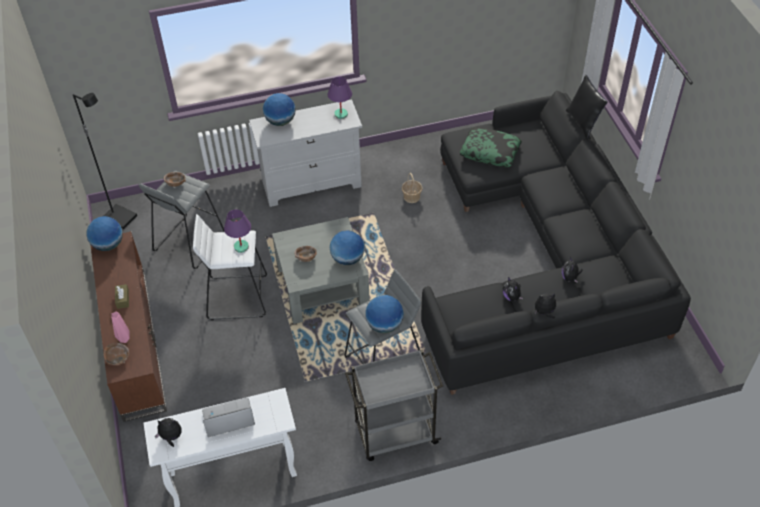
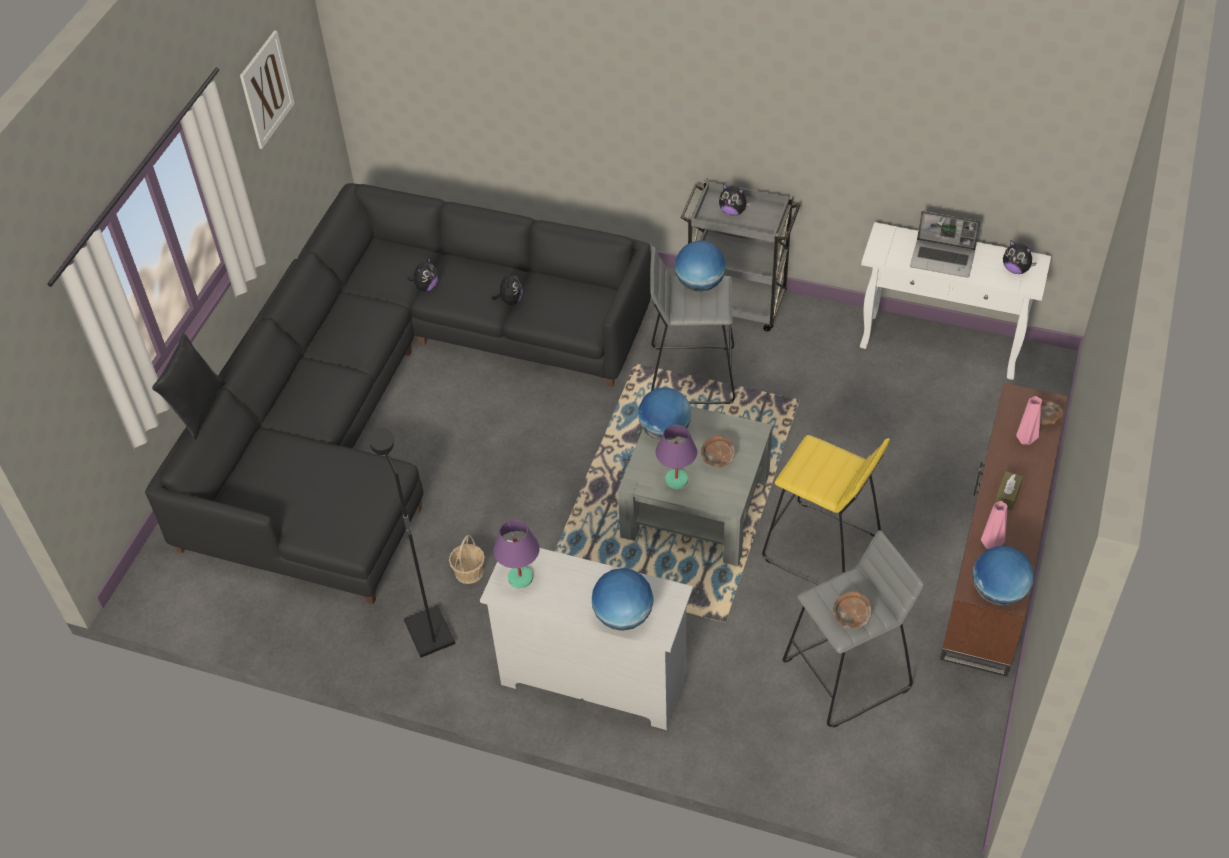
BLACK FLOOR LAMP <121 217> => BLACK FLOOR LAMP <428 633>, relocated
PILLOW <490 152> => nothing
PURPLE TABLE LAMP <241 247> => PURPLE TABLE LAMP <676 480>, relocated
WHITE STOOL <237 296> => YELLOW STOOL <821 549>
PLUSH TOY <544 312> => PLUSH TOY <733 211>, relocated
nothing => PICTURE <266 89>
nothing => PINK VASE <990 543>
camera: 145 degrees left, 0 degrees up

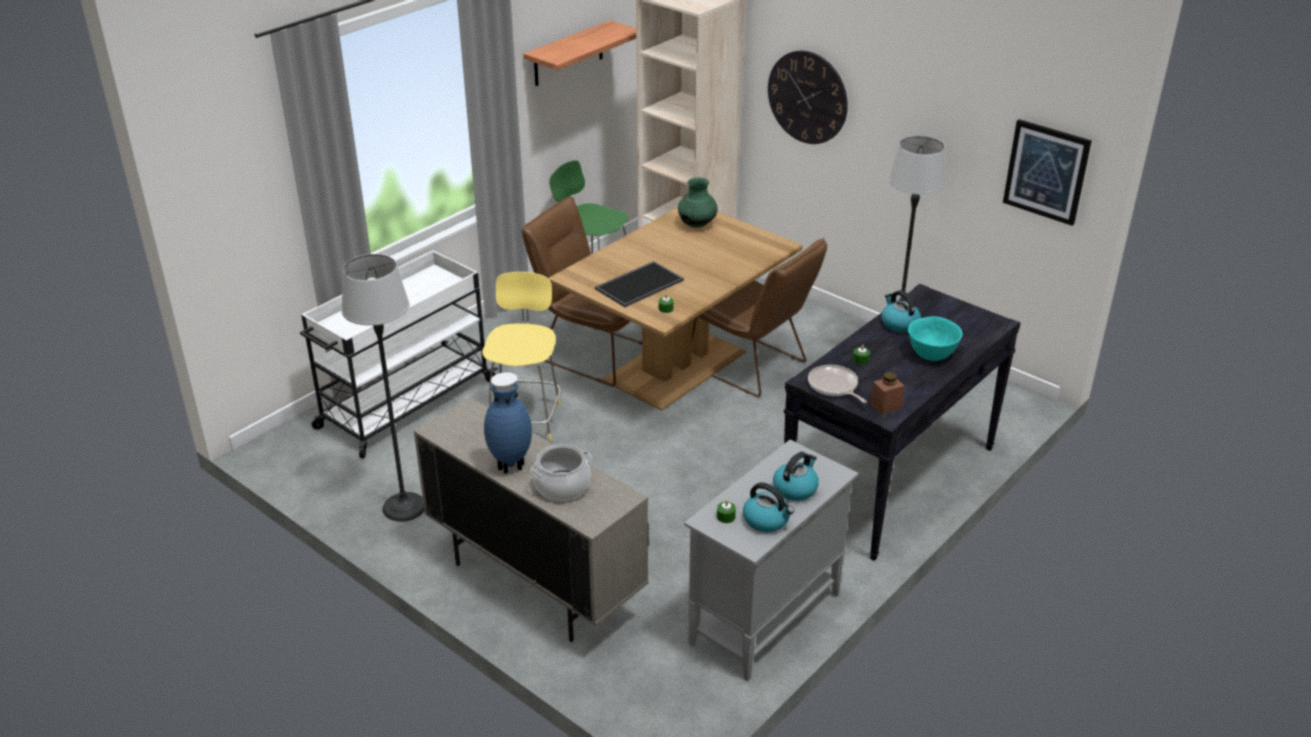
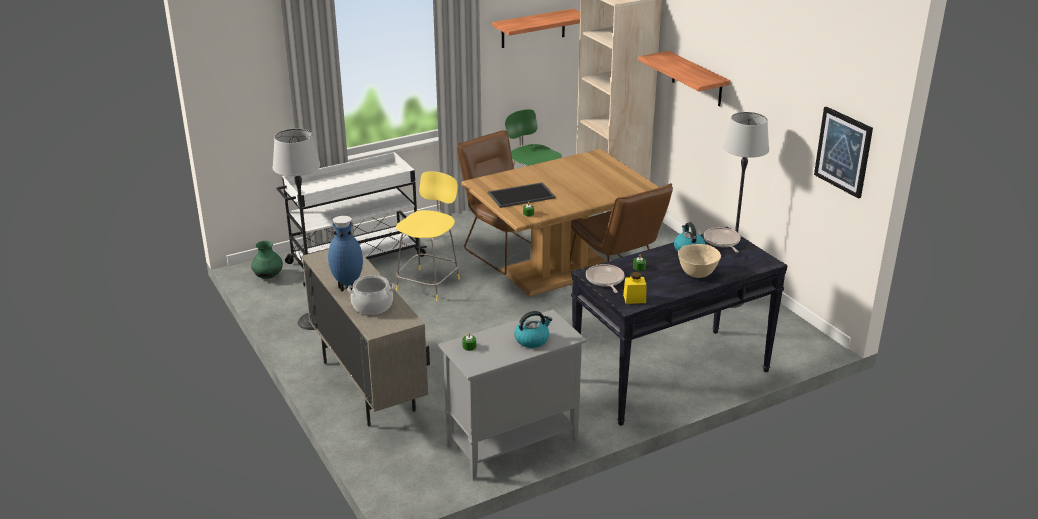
WALL CLOCK <807 97> => SHELF <697 79>
GREEN VASE <697 225> => GREEN VASE <268 276>, relocated
TURQUOISE BOWL <931 354> => BEIGE BOWL <697 273>
BROWN JAR <886 405> => YELLOW JAR <634 299>
KETTLE <767 520> => nothing
nothing => FRYING PAN <722 242>
camera: 20 degrees right, 5 degrees down

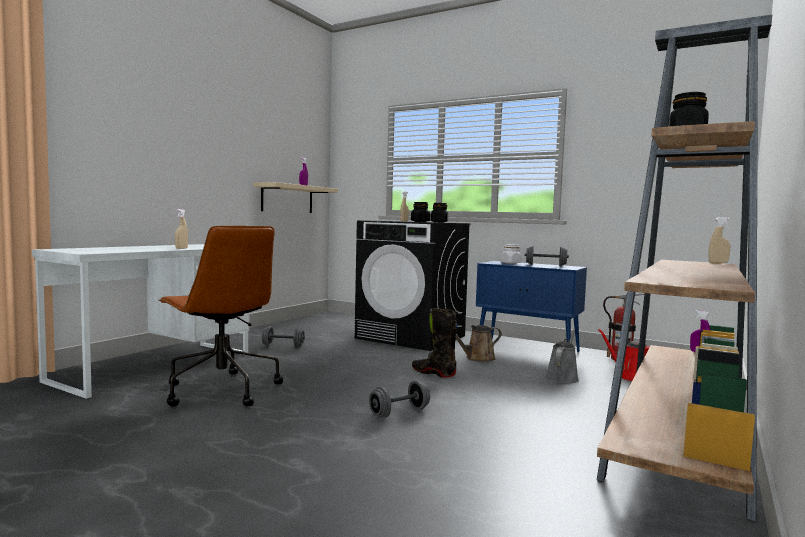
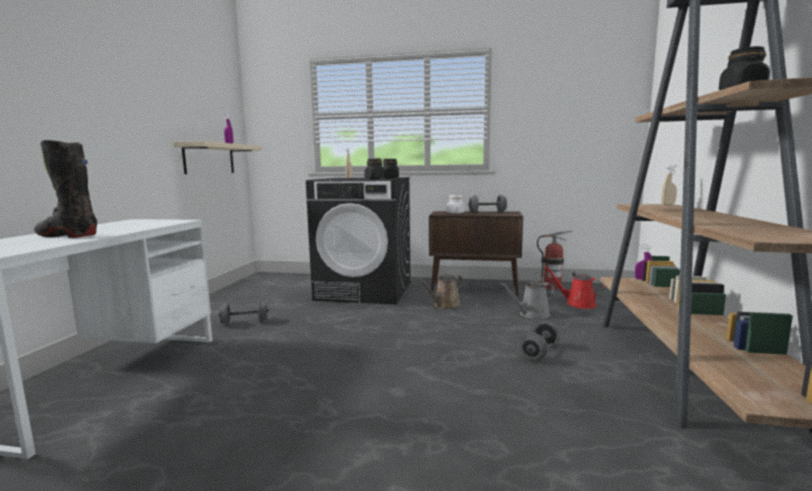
BEIGE SPRAY BOTTLE <181 248> => nothing
BROWN OFFICE CHAIR <221 390> => nothing
BLUE CABINET <528 349> => BROWN CABINET <475 288>
BLACK BOOT <433 373> => BLACK BOOT <67 236>, relocated
GREY WATERING CAN <562 377> => GREY WATERING CAN <531 314>, 120 degrees counterclockwise
GREY DUMBBELL <399 412> => GREY DUMBBELL <539 352>, relocated
camera: 20 degrees left, 5 degrees up

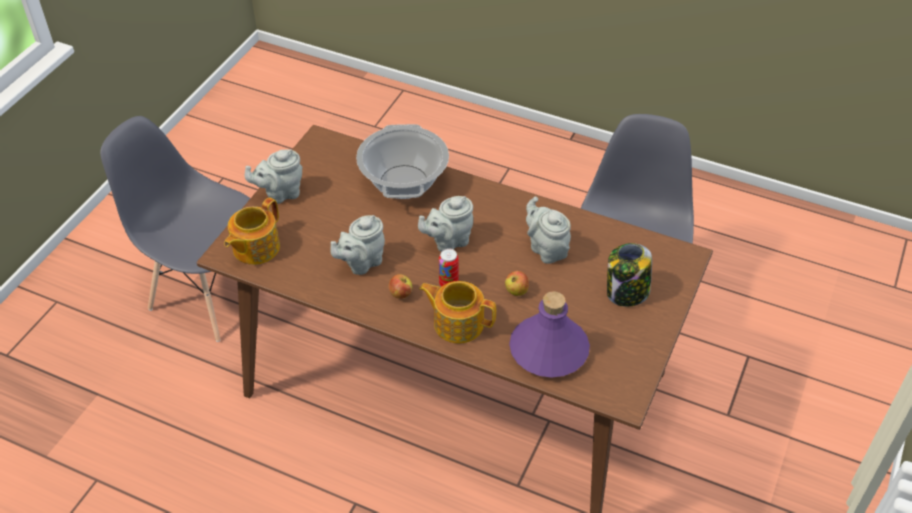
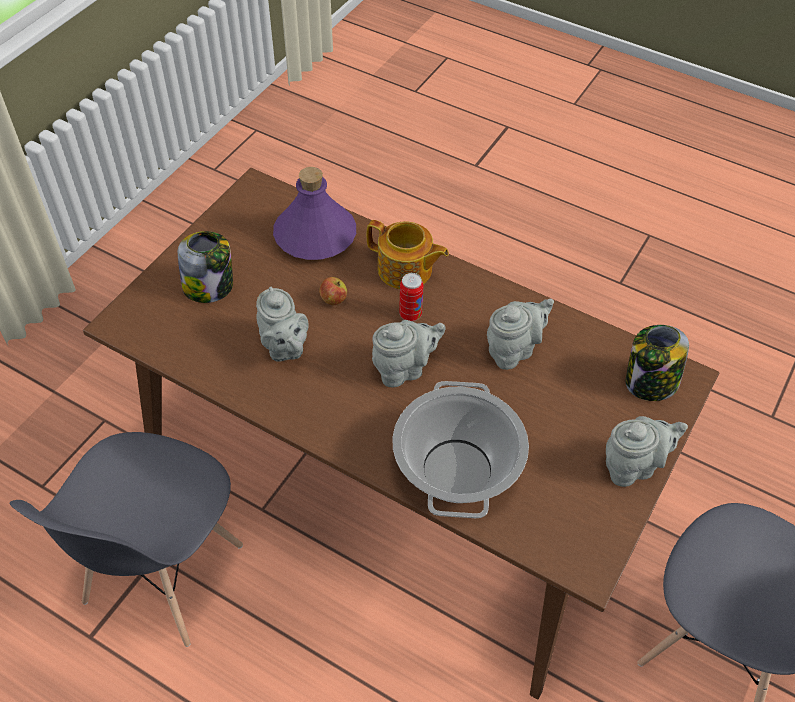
TEAPOT <255 248> => JAR <650 383>
APPLE <400 294> => nothing
camera: 175 degrees left, 5 degrees up

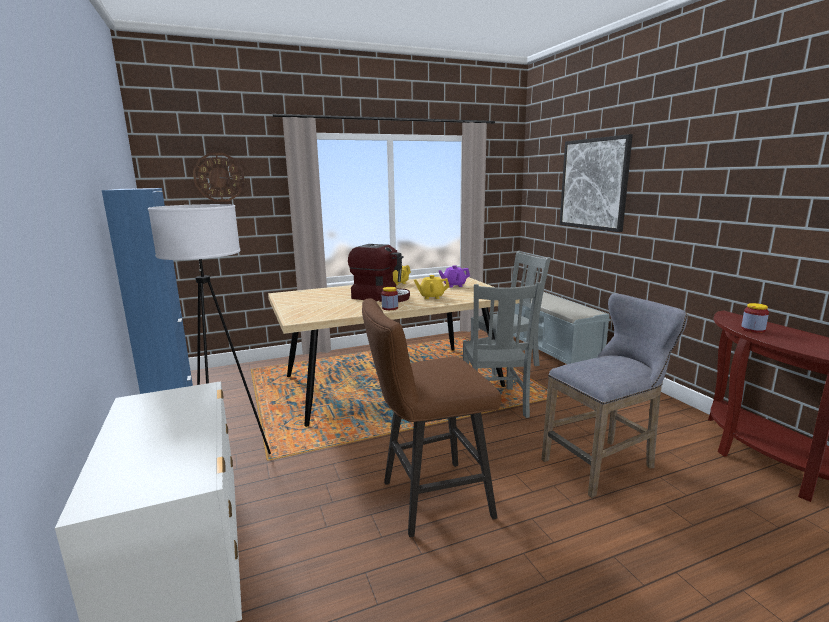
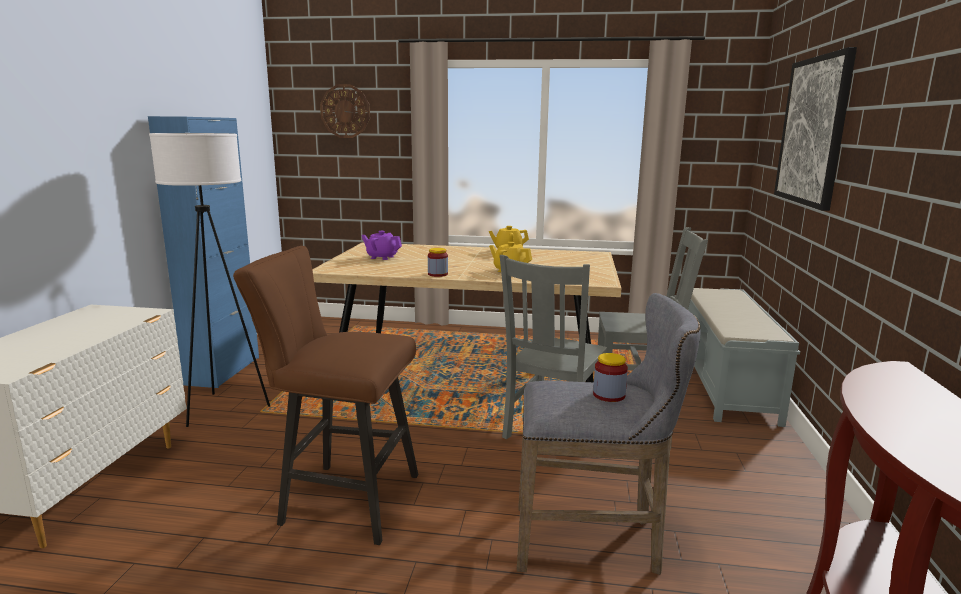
COFFEE MACHINE <381 297> => nothing
PURPLE TEAPOT <454 285> => PURPLE TEAPOT <382 257>, relocated
JAR <753 329> => JAR <609 395>, relocated
camera: 30 degrees right, 0 degrees up

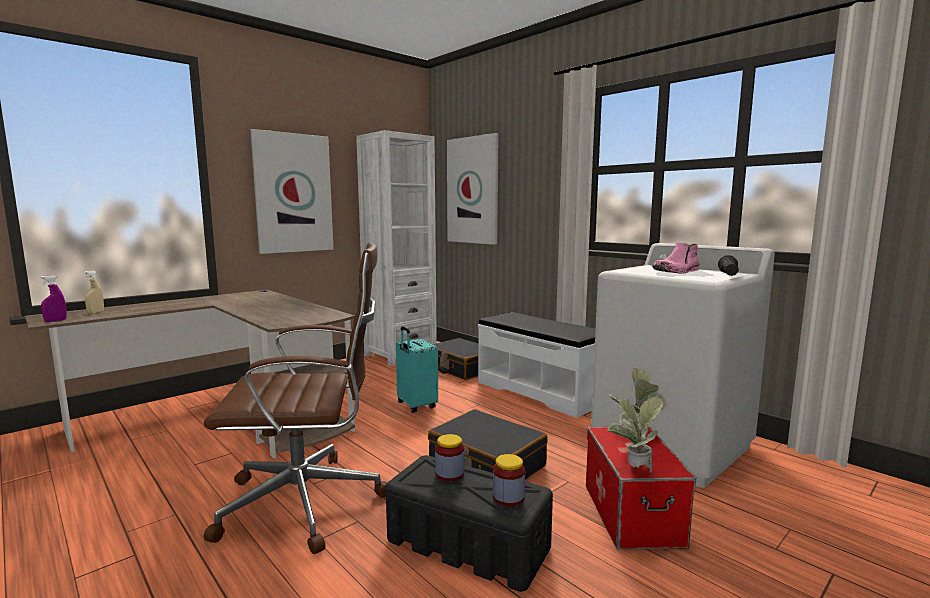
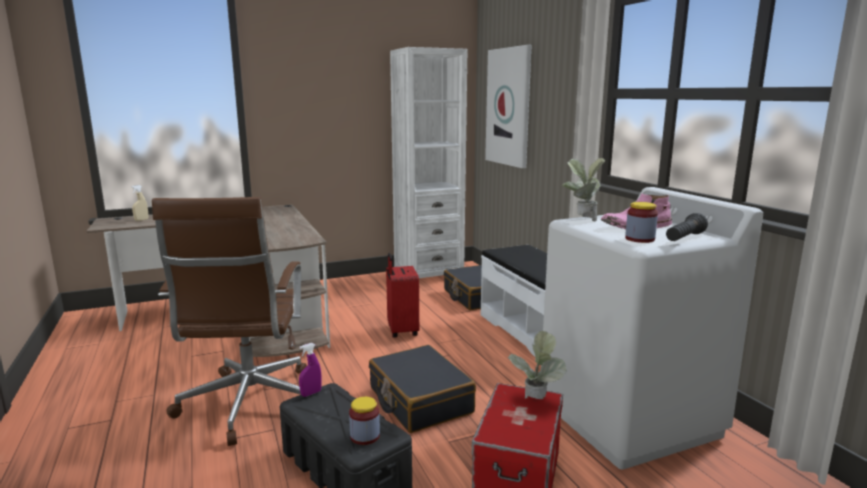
PICTURE <293 193> => nothing
BROWN OFFICE CHAIR <307 502> => BROWN OFFICE CHAIR <249 405>, 75 degrees clockwise
PURPLE SPRAY BOTTLE <55 321> => PURPLE SPRAY BOTTLE <311 393>, relocated
TURQUOISE SUITCASE <415 406> => RED SUITCASE <401 331>
POTTED PLANT <633 470> => POTTED PLANT <581 219>, relocated
JAR <449 474> => JAR <639 239>, relocated
camera: 20 degrees right, 5 degrees up

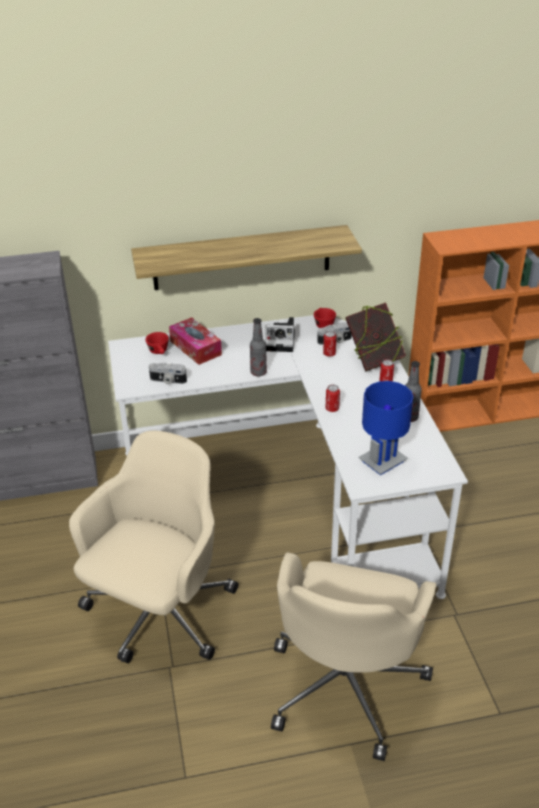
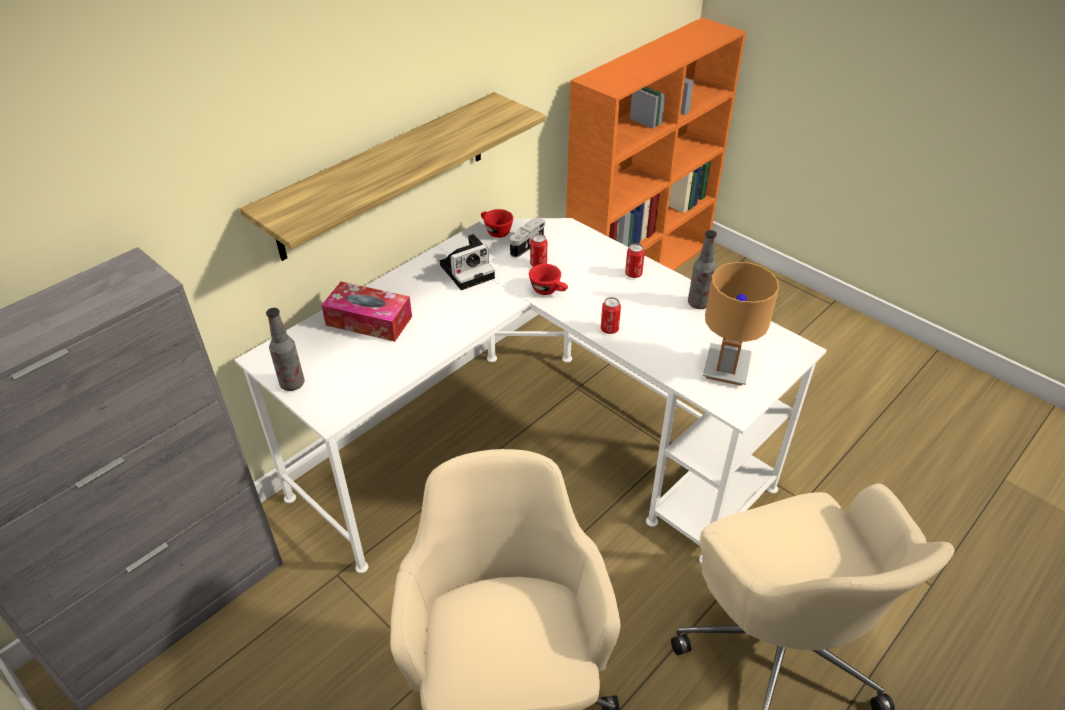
BOOK <373 360> => nothing
BOTTLE <258 372> => BOTTLE <292 384>, relocated
RED CUP <159 352> => RED CUP <549 290>, relocated
PHOTO CAMERA <167 381> => nothing
BLUE TABLE LAMP <383 461> => BROWN TABLE LAMP <727 368>
camera: 35 degrees left, 5 degrees up

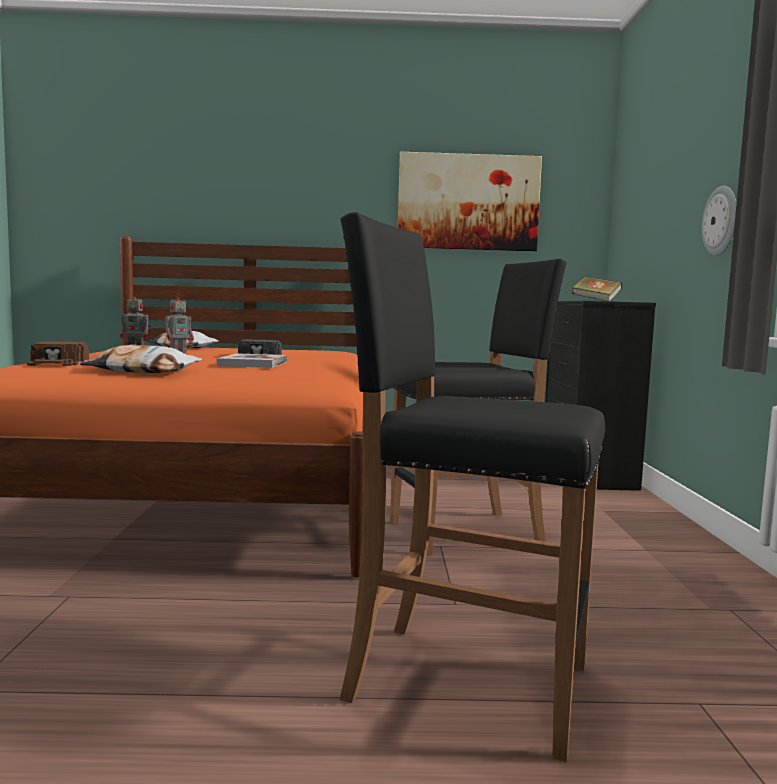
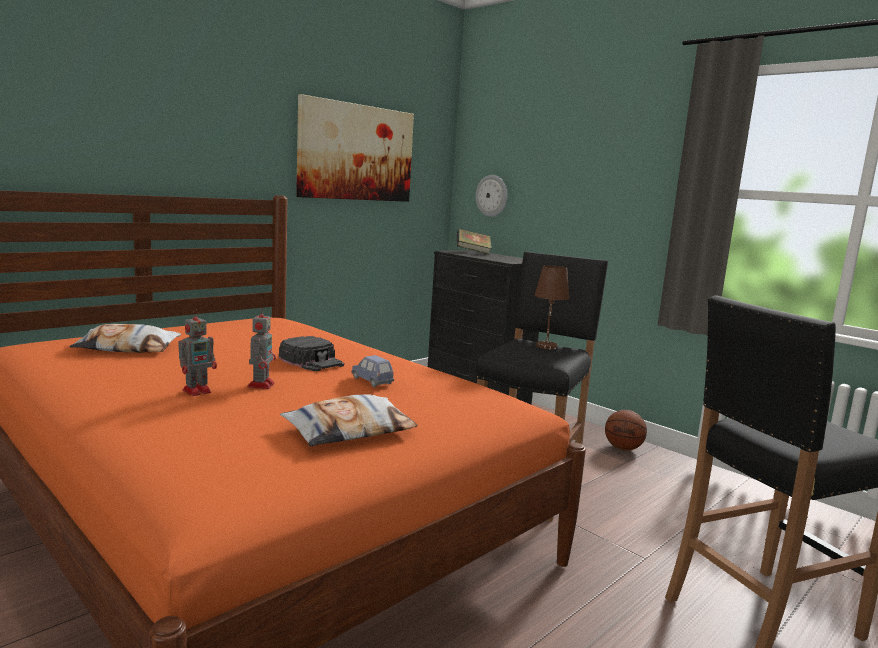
WALL CLOCK <721 221> => WALL CLOCK <492 196>, relocated
BROWN CAP <58 362> => nothing
BOOK <253 363> => BLUE TOY CAR <372 381>
nothing => BROWN TABLE LAMP <546 346>
nothing => BASKETBALL <623 448>
camera: 45 degrees left, 5 degrees up

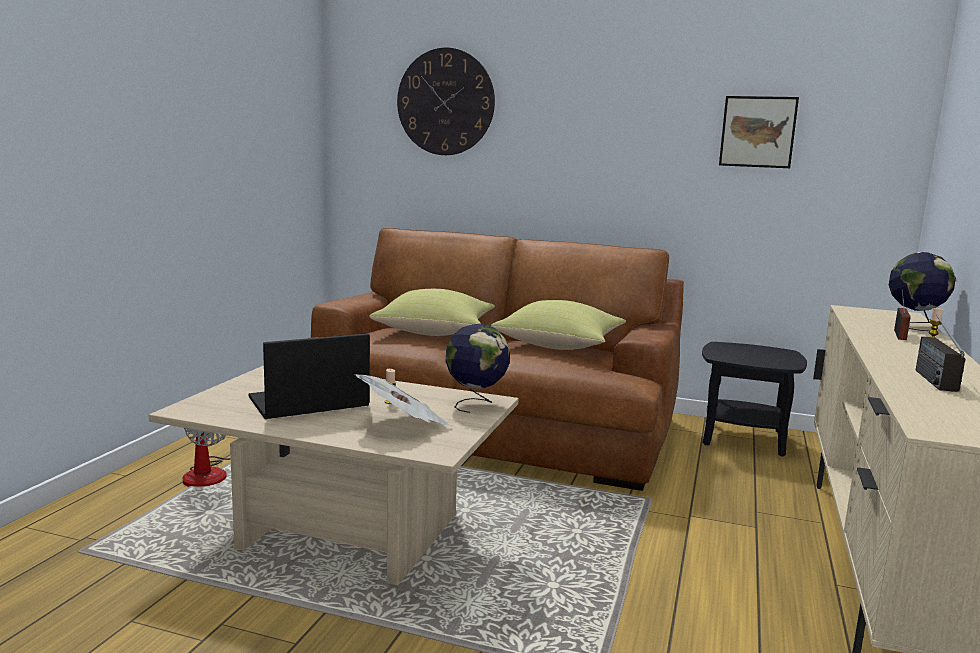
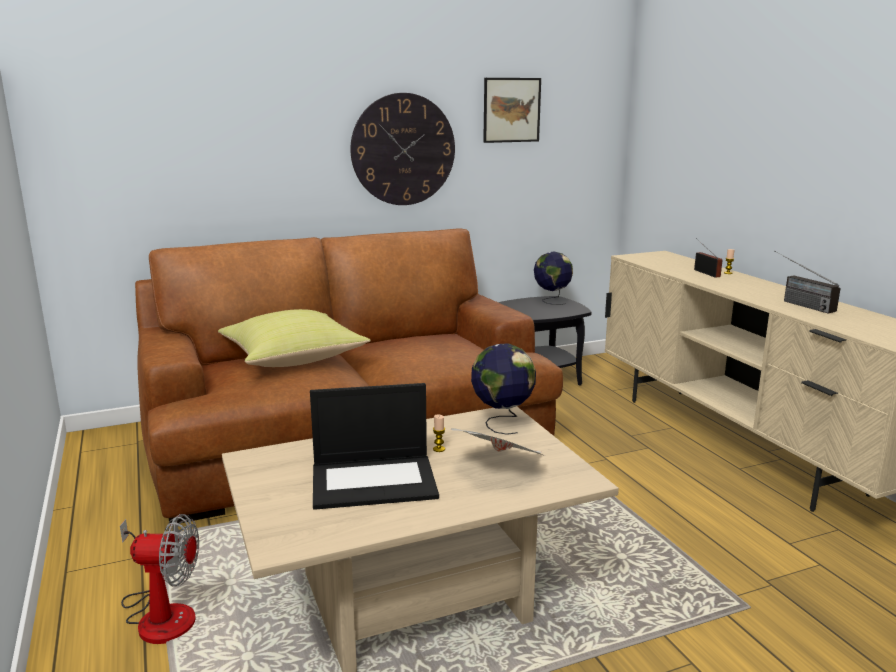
WALL CLOCK <445 102> => WALL CLOCK <403 150>, relocated
GLOBE <913 325> => GLOBE <551 300>, relocated
YELLOW PILLOW <561 346> => nothing
LAPTOP <308 402> => LAPTOP <375 481>, 120 degrees counterclockwise
camera: 40 degrees left, 5 degrees up

